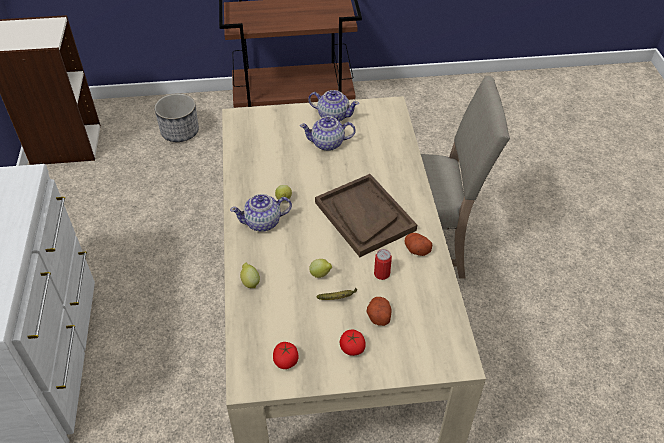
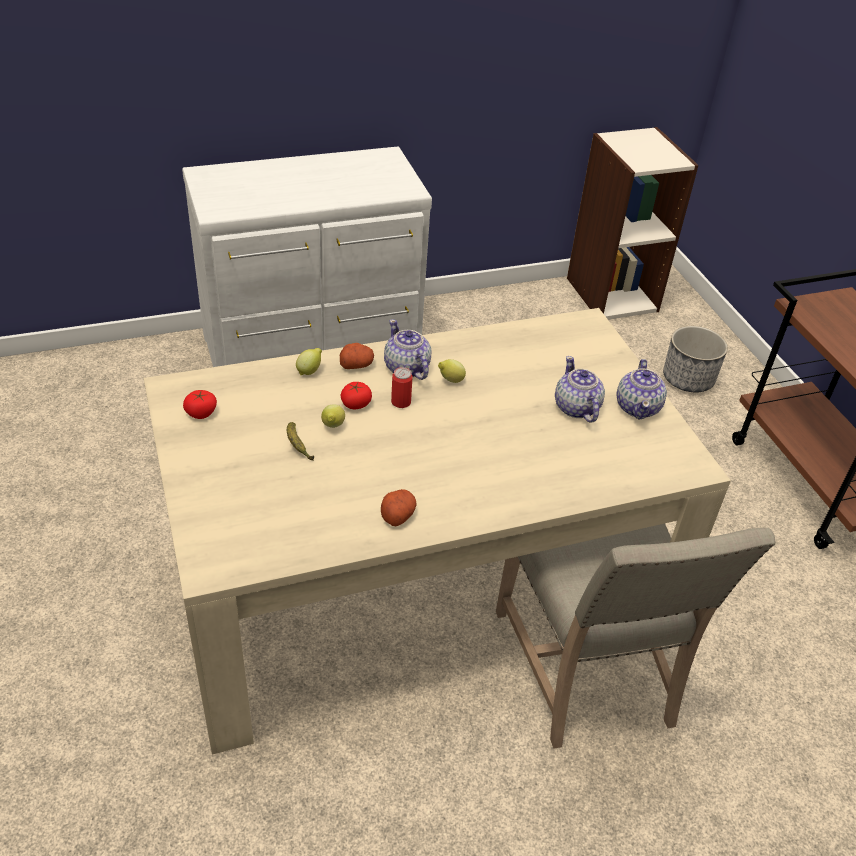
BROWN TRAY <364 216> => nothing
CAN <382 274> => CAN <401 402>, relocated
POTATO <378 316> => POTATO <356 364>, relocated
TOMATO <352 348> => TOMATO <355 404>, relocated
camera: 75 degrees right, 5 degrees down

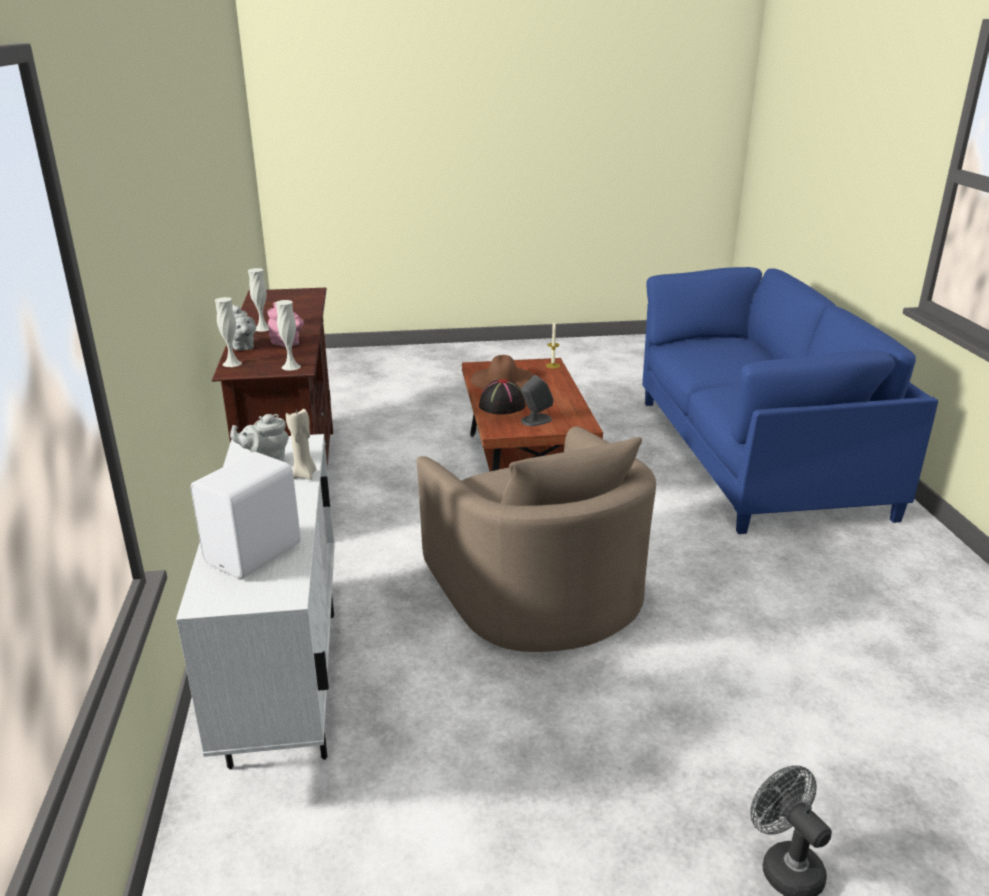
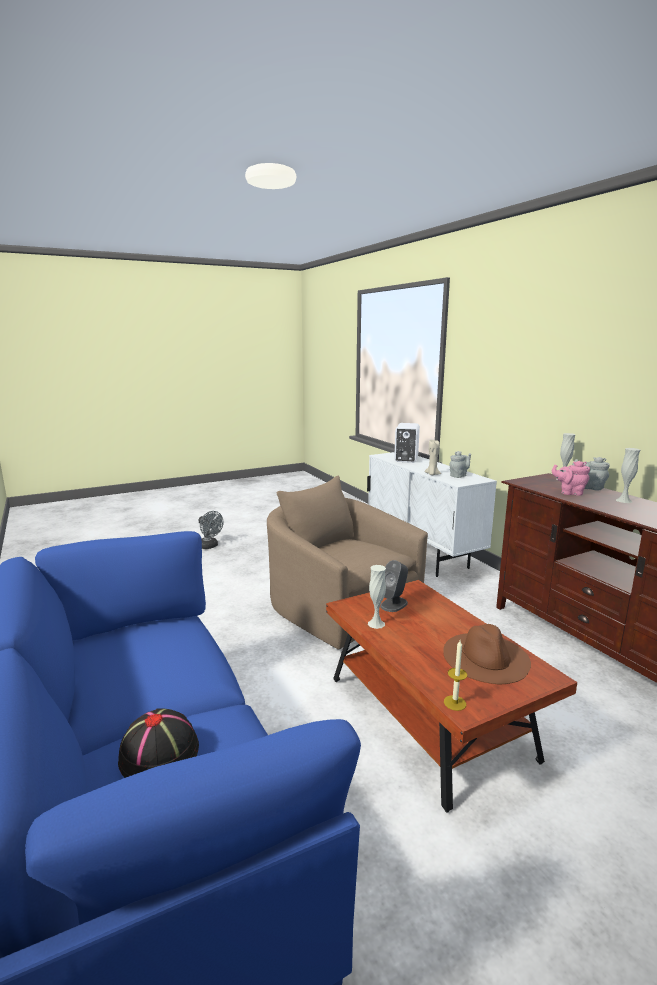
WHITE VASE <291 367> => WHITE VASE <376 624>, relocated
BLACK HAT <501 406> => BLACK HAT <160 754>, relocated
camera: 160 degrees right, 10 degrees down

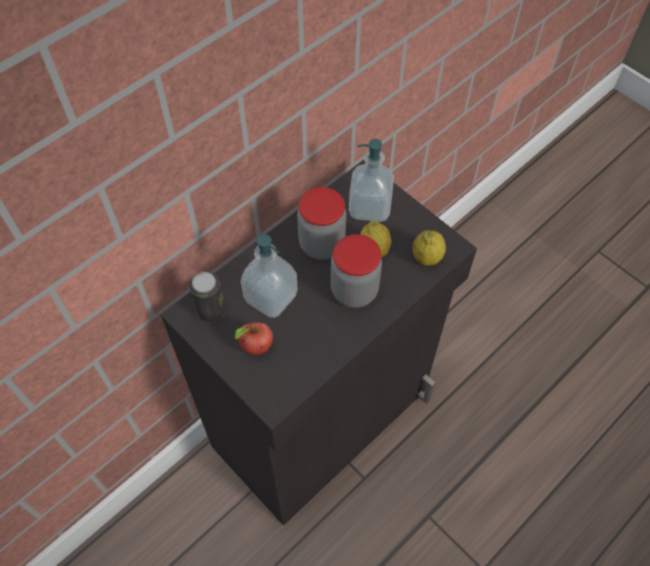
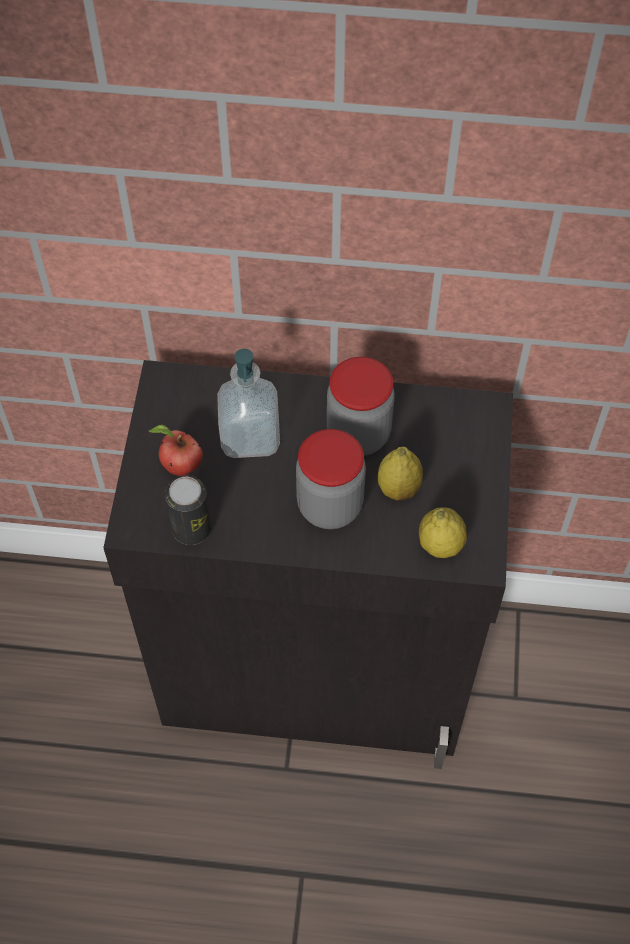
SOAP DISPENSER <370 207> => nothing
CAN <211 310> => CAN <191 529>, relocated
camera: 50 degrees right, 0 degrees up

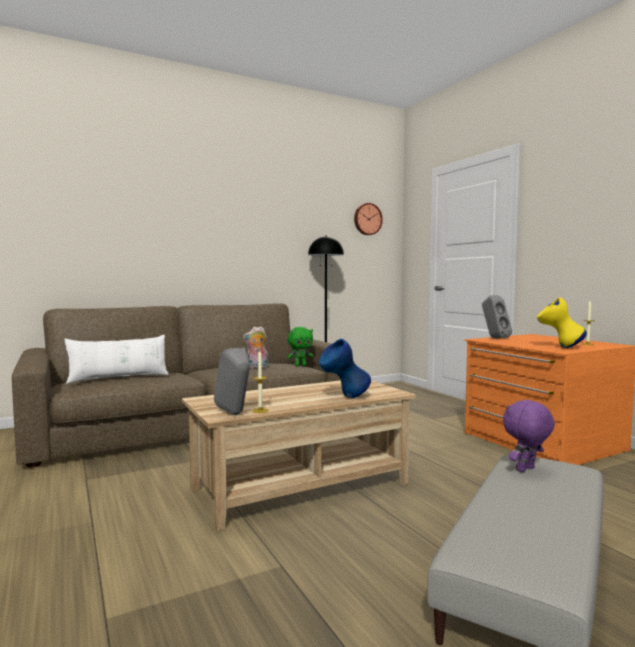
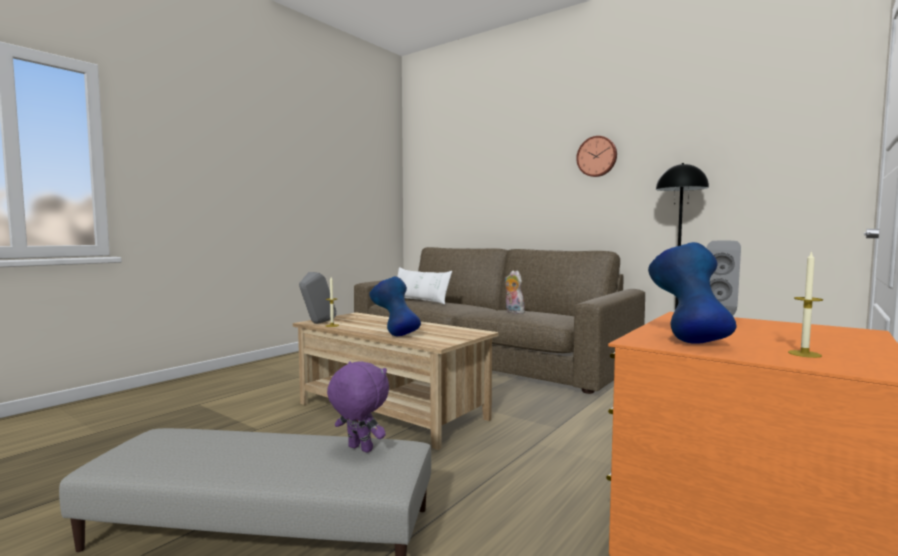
WALL CLOCK <367 219> => WALL CLOCK <597 156>, relocated
YELLOW VASE <560 347> => BLUE VASE <688 341>
GREEN PLUSH TOY <300 365> => nothing
camera: 65 degrees right, 0 degrees up

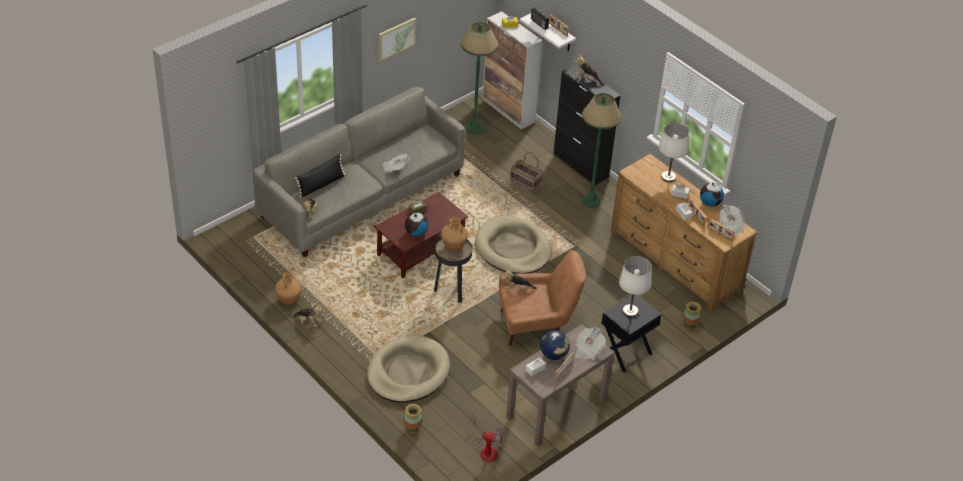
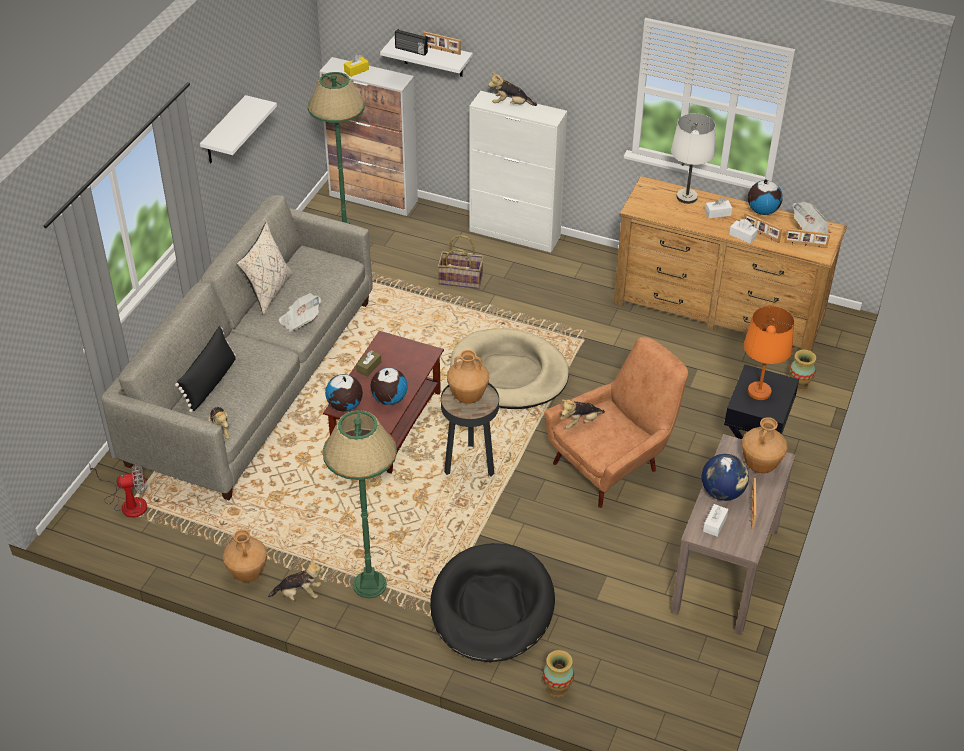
PICTURE <396 38> => WHITE SHELF <224 131>
BLACK CABINET <581 165> => WHITE CABINET <515 234>
GREEN FLOOR LAMP <590 201> => GREEN FLOOR LAMP <370 585>, relocated
WHITE TABLE LAMP <630 311> => ORANGE TABLE LAMP <759 392>
NEWSPAPER <588 349> => BROWN VASE <760 466>
BEIGE DOG BED <408 372> => BLACK DOG BED <492 607>
FAN <486 449> => FAN <127 503>, relocated
nothing => BEIGE PILLOW <268 292>
nothing => GLOBE <345 406>
camera: 25 degrees left, 0 degrees up

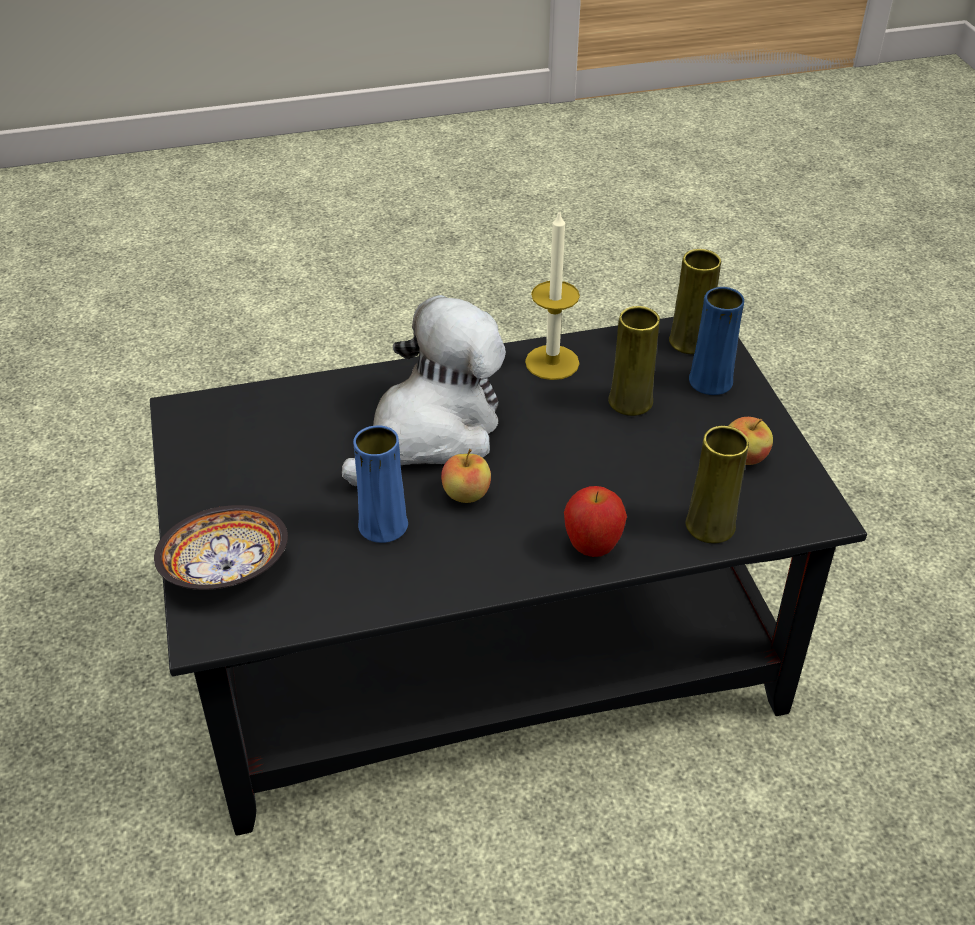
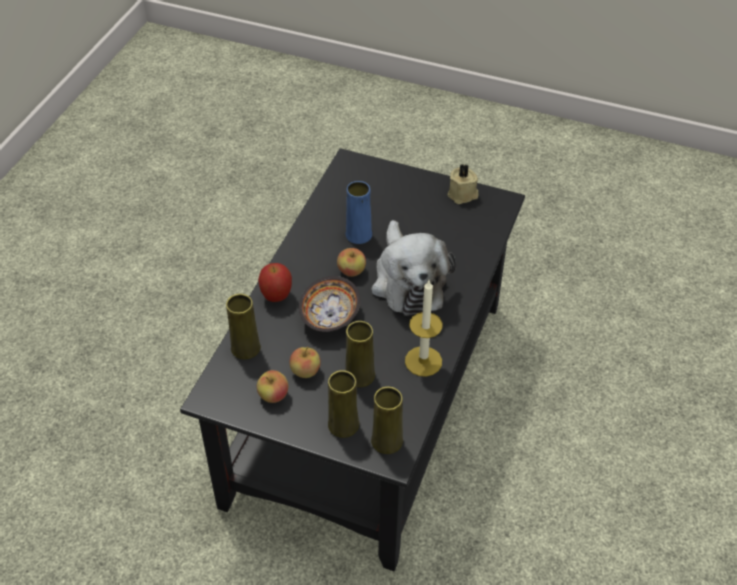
BLUE VASE <710 381> => YELLOW VASE <343 425>
BOWL <224 569> => BOWL <331 315>, relocated
nothing => BEIGE CANDLE <463 195>
nothing => APPLE <305 371>
camera: 125 degrees right, 5 degrees up

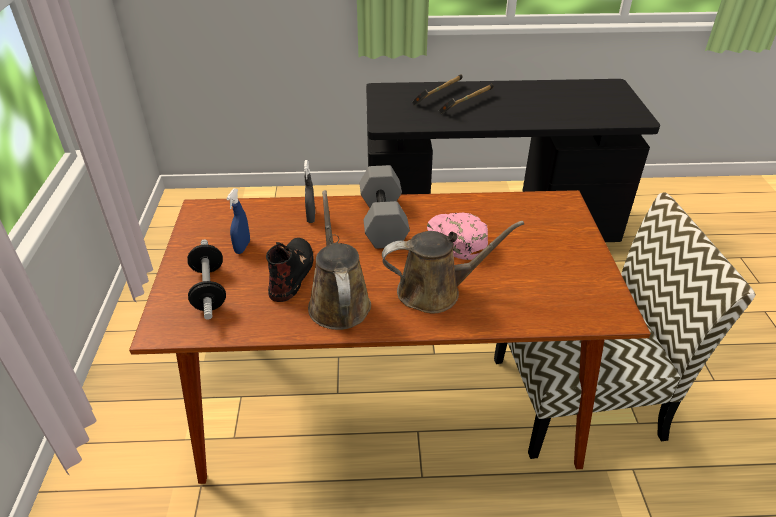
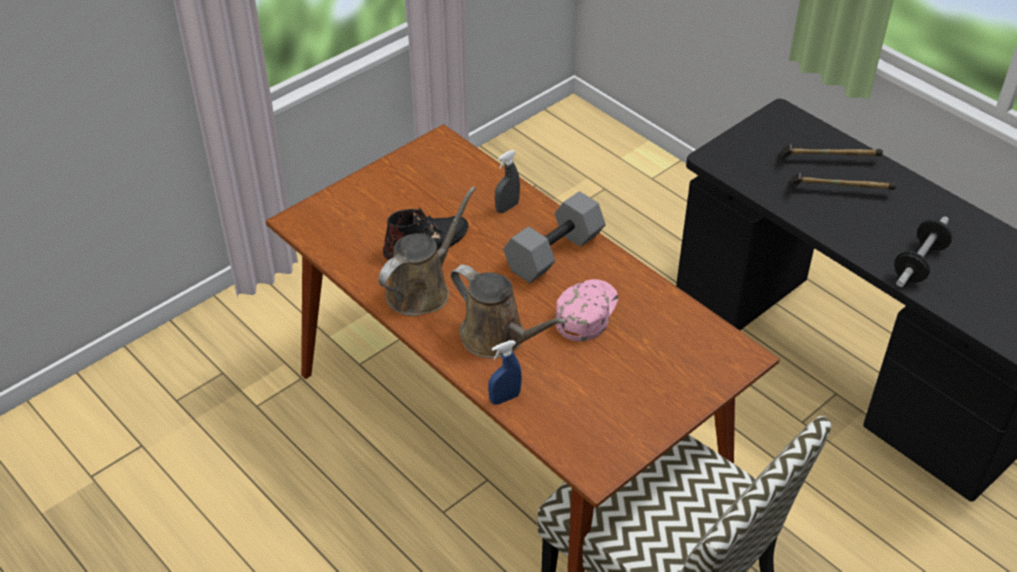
BLUE SPRAY BOTTLE <242 247> => BLUE SPRAY BOTTLE <504 398>, relocated
DUMBBELL <209 290> => DUMBBELL <919 263>, relocated
camera: 50 degrees right, 5 degrees up

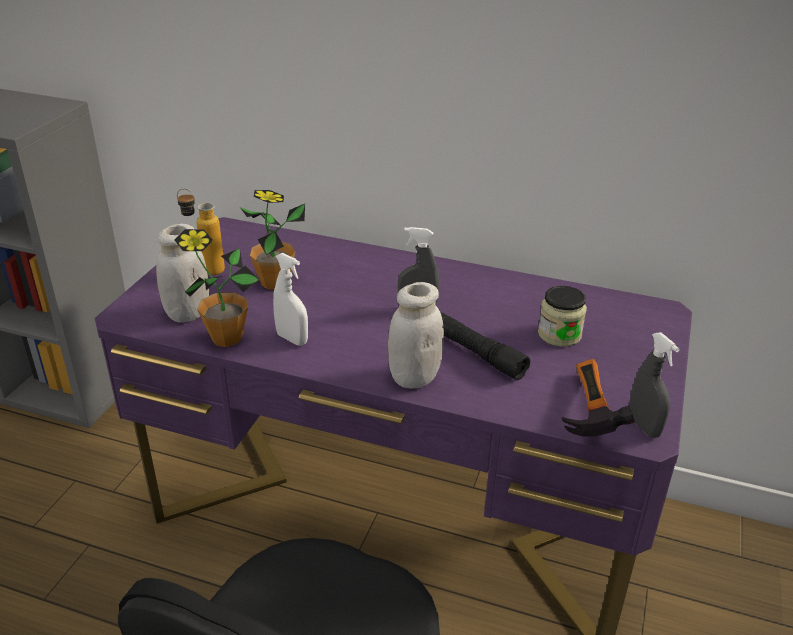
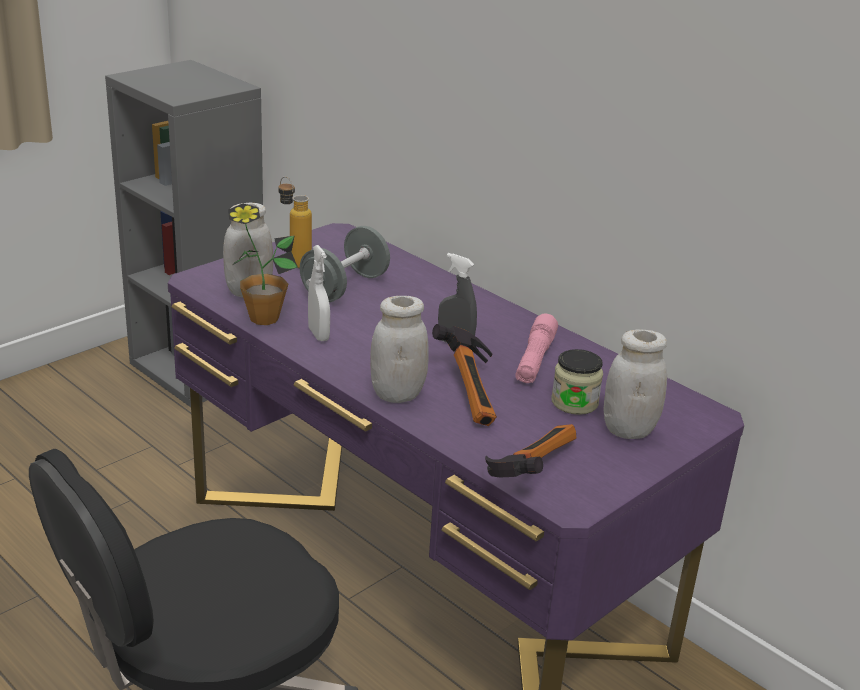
POTTED PLANT <274 283> => GREY DUMBBELL <344 287>
BLACK FLASHLIGHT <476 353> => HAMMER <475 393>
GREY SPRAY BOTTLE <643 426> => nothing
nothing => PINK FLASHLIGHT <535 360>
nothing => WHITE JAR <628 430>
camera: 25 degrees right, 5 degrees down

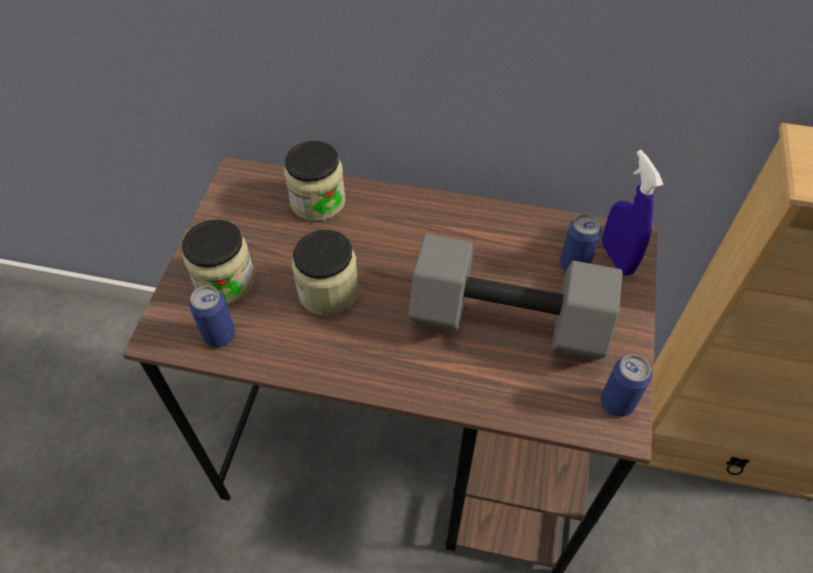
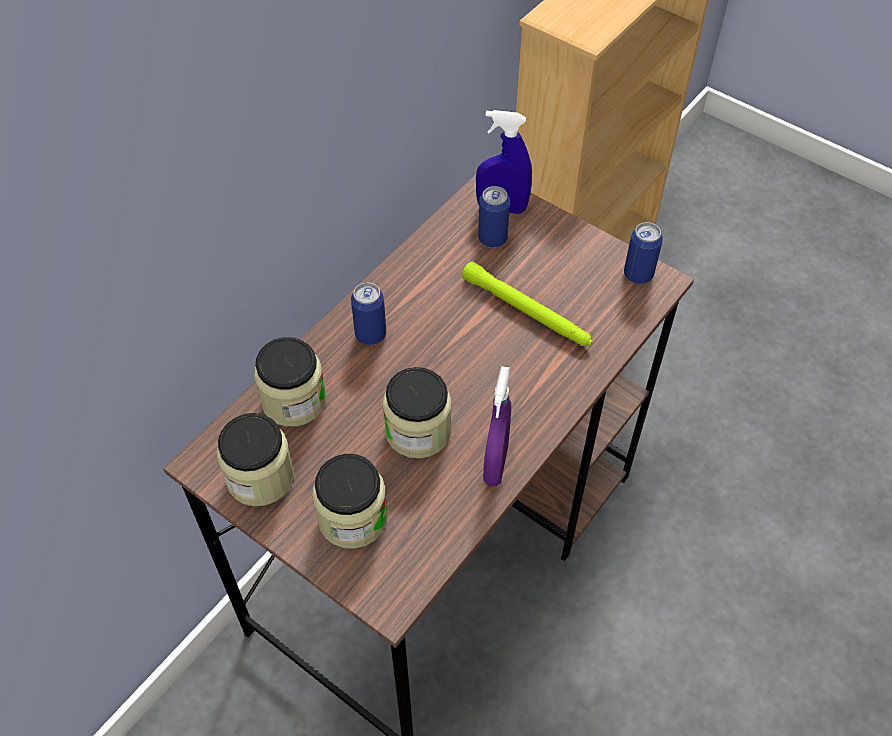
GREY DUMBBELL <505 323> => GREEN FLASHLIGHT <527 311>
CAN <219 335> => CAN <370 334>, relocated
nothing => PURPLE SPRAY BOTTLE <495 464>
nothing => JAR <260 477>
camera: 65 degrees left, 0 degrees up

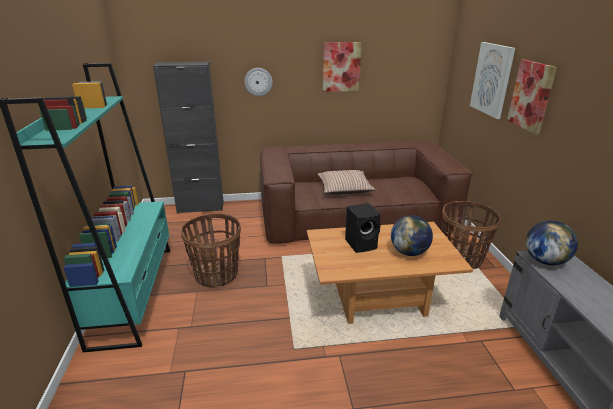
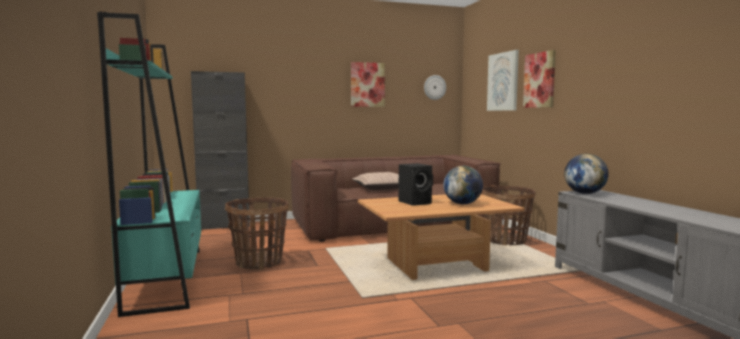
WALL CLOCK <258 81> => WALL CLOCK <434 87>, relocated
camera: 10 degrees left, 20 degrees down

